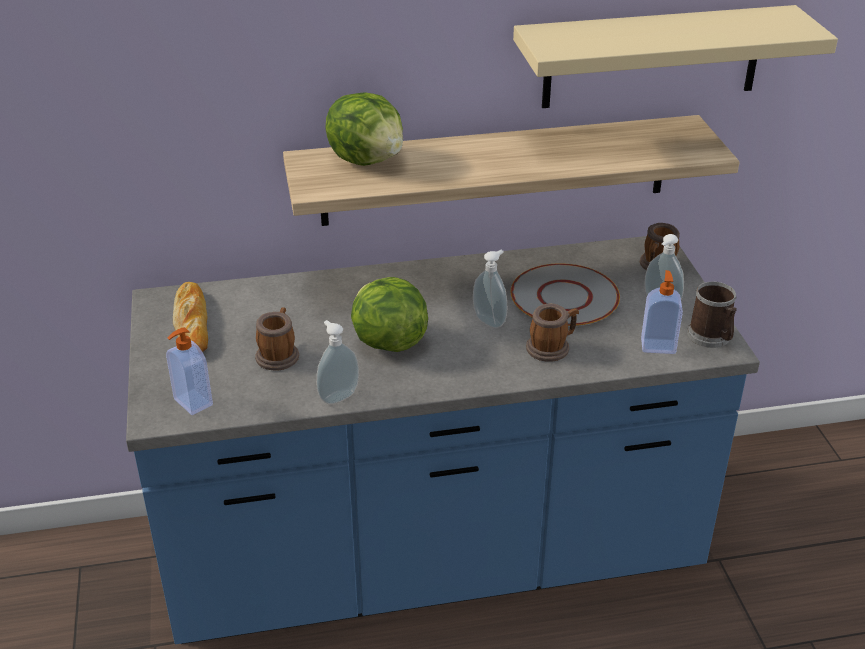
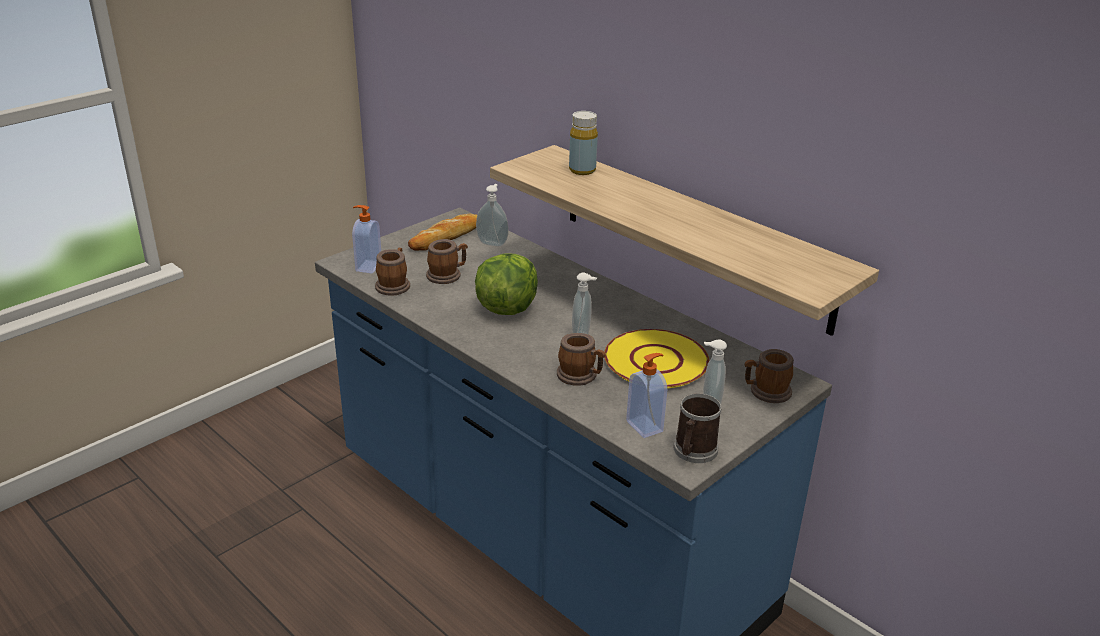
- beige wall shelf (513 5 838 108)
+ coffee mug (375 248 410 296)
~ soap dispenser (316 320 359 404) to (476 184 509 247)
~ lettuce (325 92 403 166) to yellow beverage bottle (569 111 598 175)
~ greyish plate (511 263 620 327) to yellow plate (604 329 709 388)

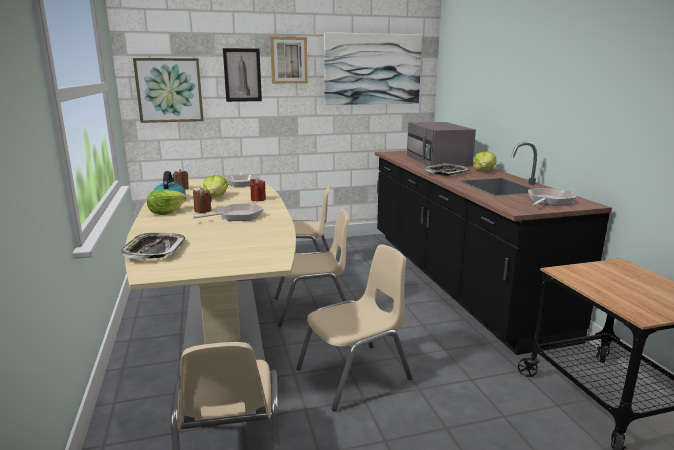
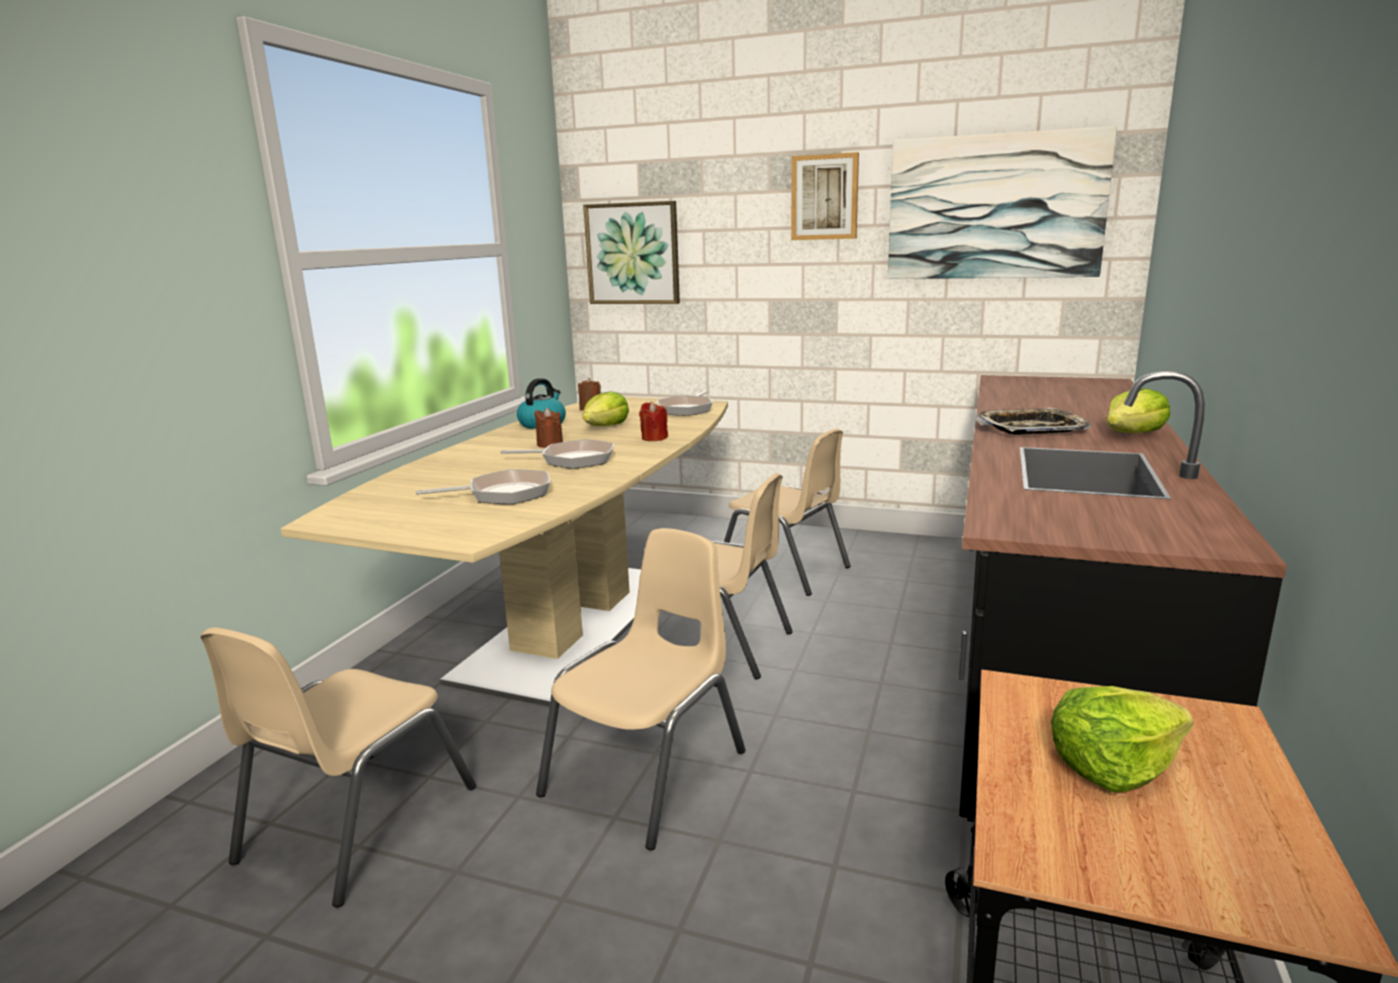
- serving tray (120 233 185 260)
- wall art (223 48 262 102)
- greyish kitchen microwave (407 122 476 166)
~ lettuce (147 190 186 215) to (1051 686 1194 792)
~ skillet (528 188 577 206) to (416 469 550 504)
~ beige chair (296 245 412 412) = (536 528 746 851) 60 degrees counterclockwise

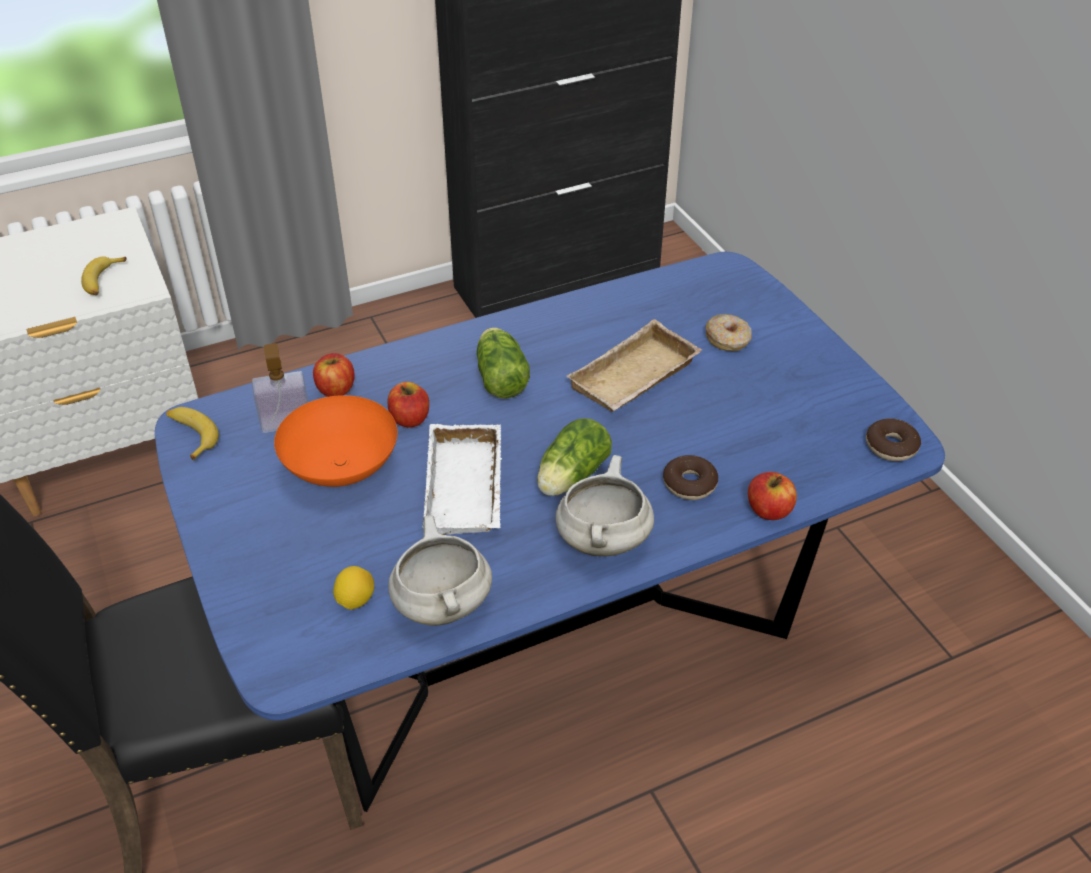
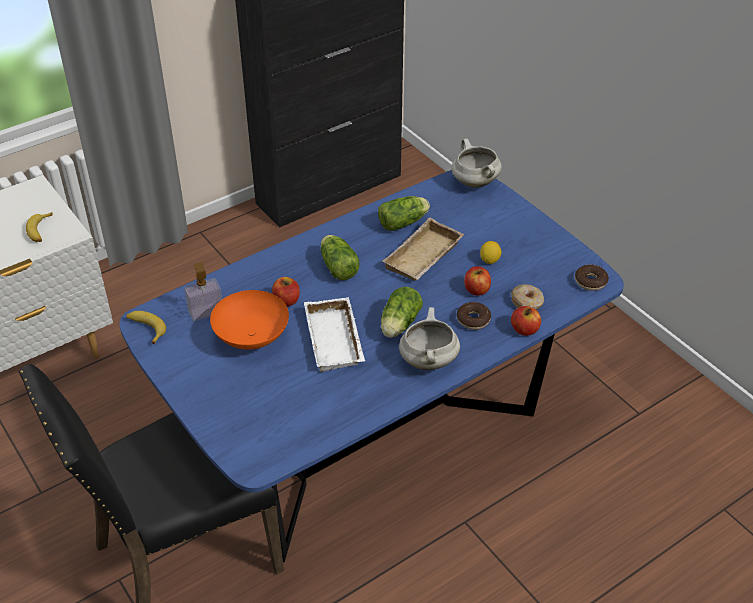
+ lettuce (378 196 430 231)
~ apple (313 353 355 397) to (464 266 491 296)
~ lemon (333 566 374 610) to (480 241 502 264)
~ white-coloured stockpot (388 515 492 626) to (452 138 502 188)
~ doughnut (706 314 752 351) to (511 284 544 310)

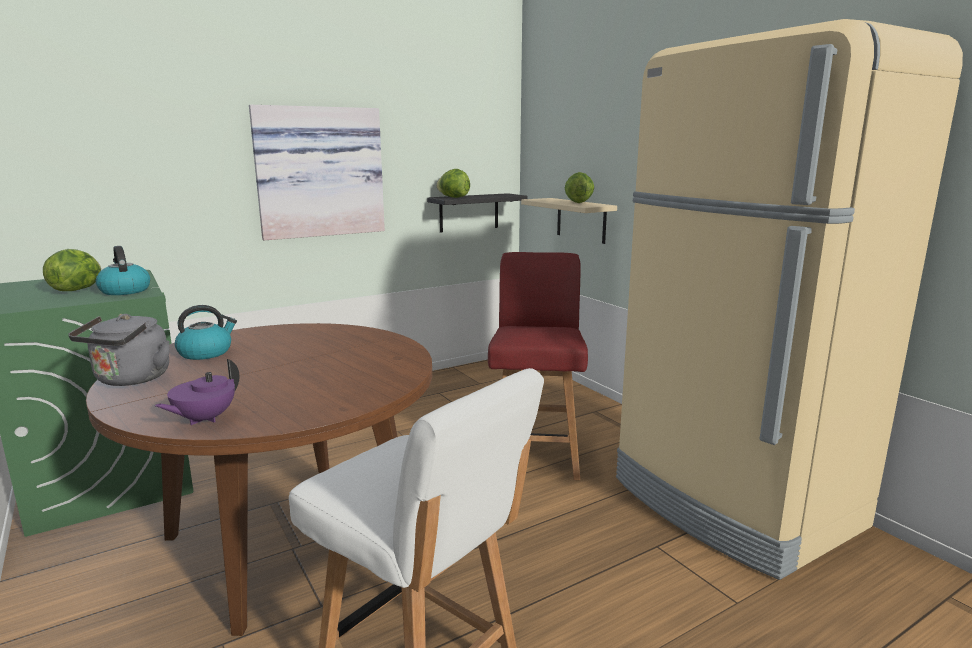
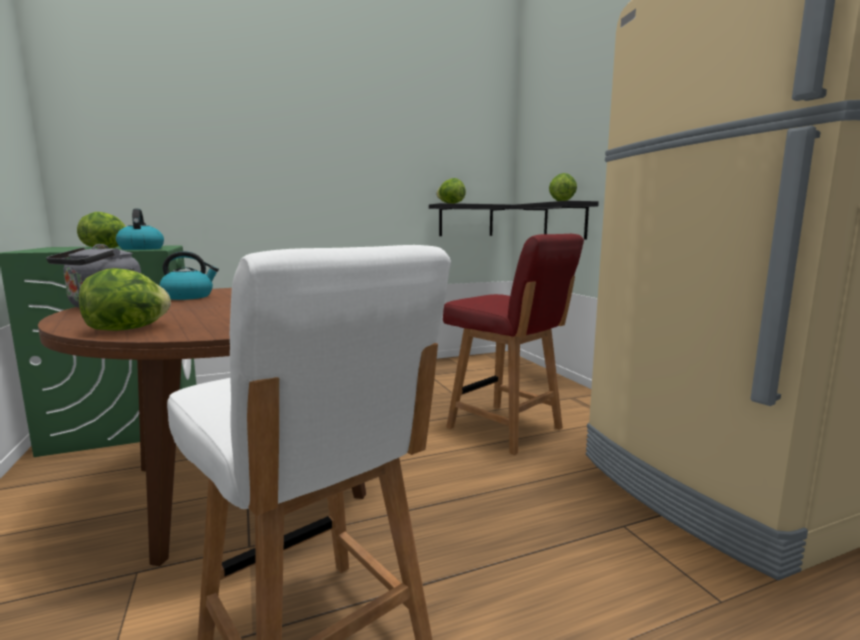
- wall art (249 105 385 240)
~ purple pot for tea (155 359 239 425) to lettuce (79 268 171 331)
~ beige wall shelf (521 198 617 244) to black wall shelf (511 201 599 240)
~ red-coloured chair (488 252 588 480) = (443 234 584 455) 120 degrees clockwise

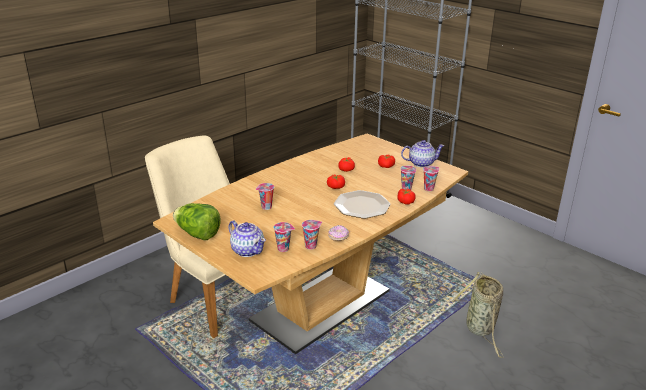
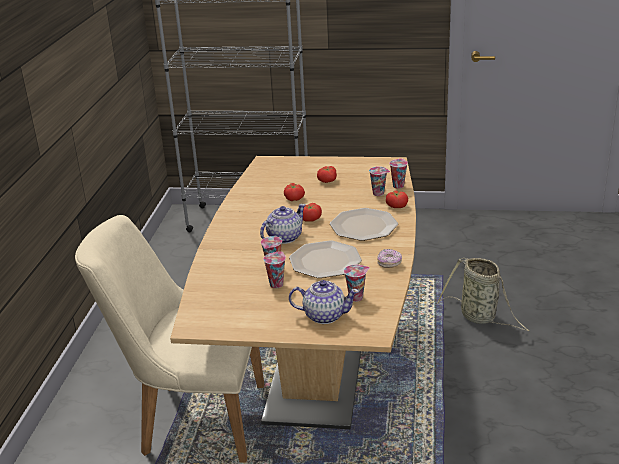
- lettuce (173 203 221 240)
+ plate (289 241 362 278)
~ small cup (302 220 322 250) to (263 251 286 288)
~ pot for tea (401 140 444 167) to (260 204 306 244)

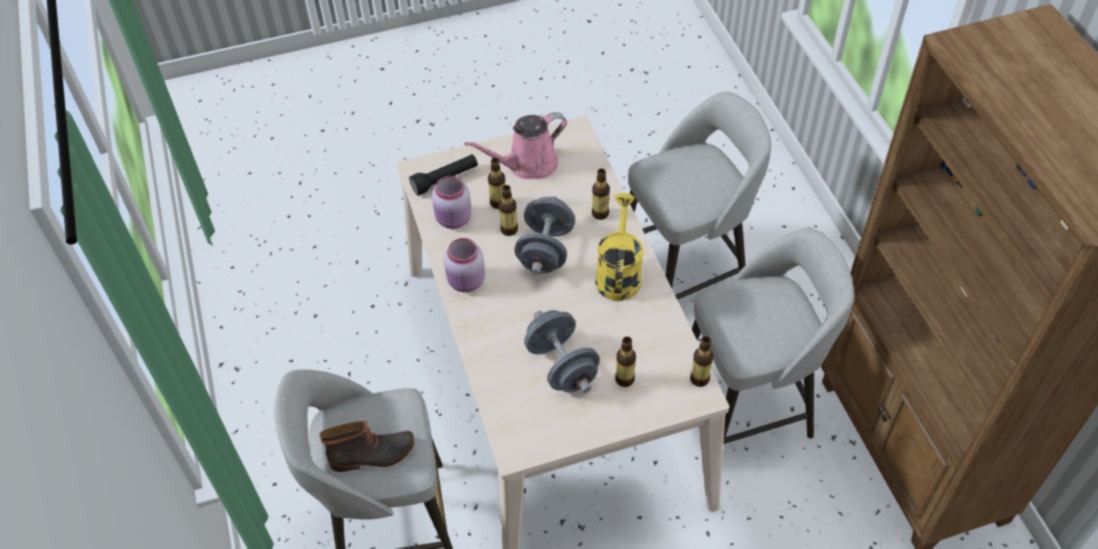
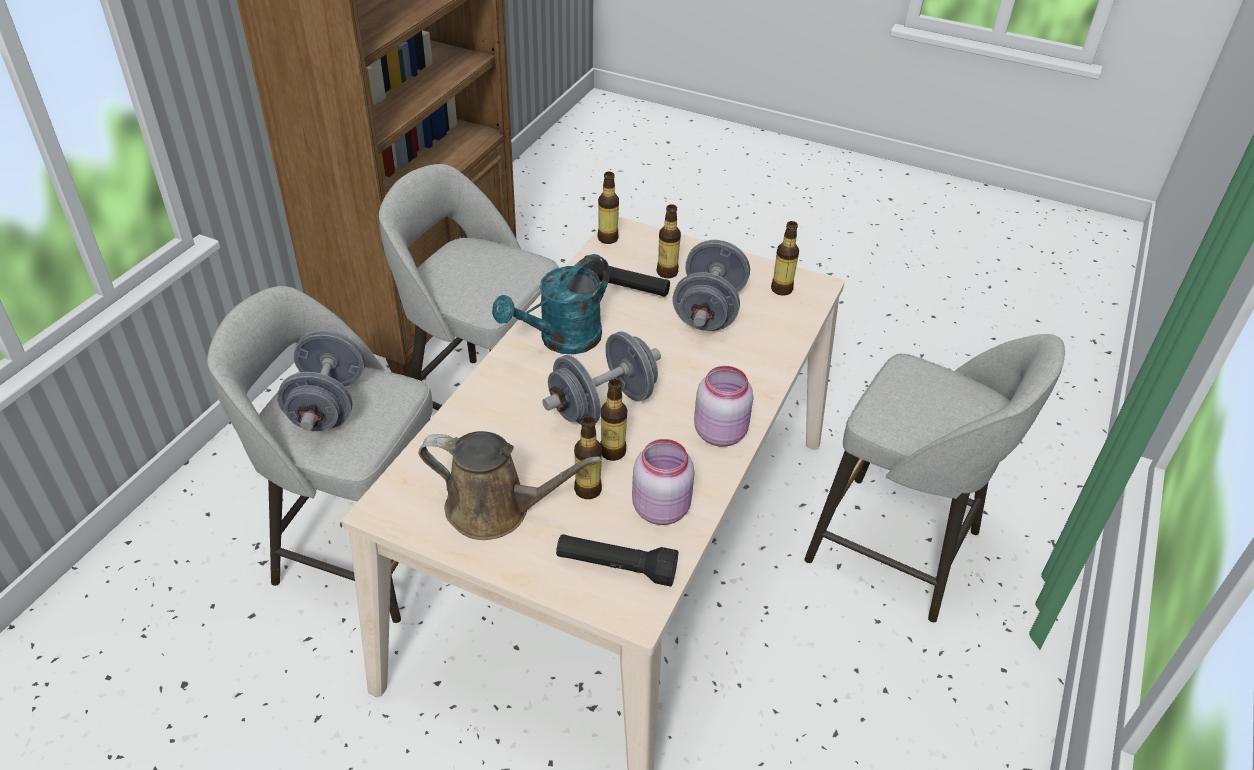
- boot (319 421 414 472)
+ greyish hand weight (277 331 365 431)
+ black torch (583 255 670 297)
~ beverage bottle (592 168 610 220) to (771 221 799 296)
~ pink sprinkling can (464 112 567 179) to brown sprinkling can (419 431 602 540)
~ yellow sprinkling can (595 193 644 301) to turquoise-coloured sprinkling can (492 254 610 355)

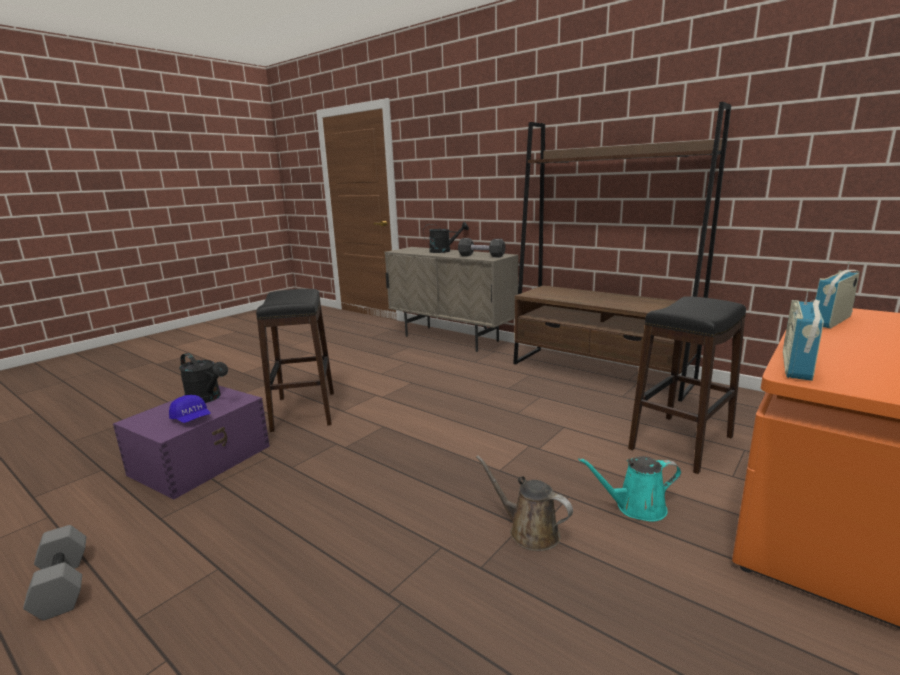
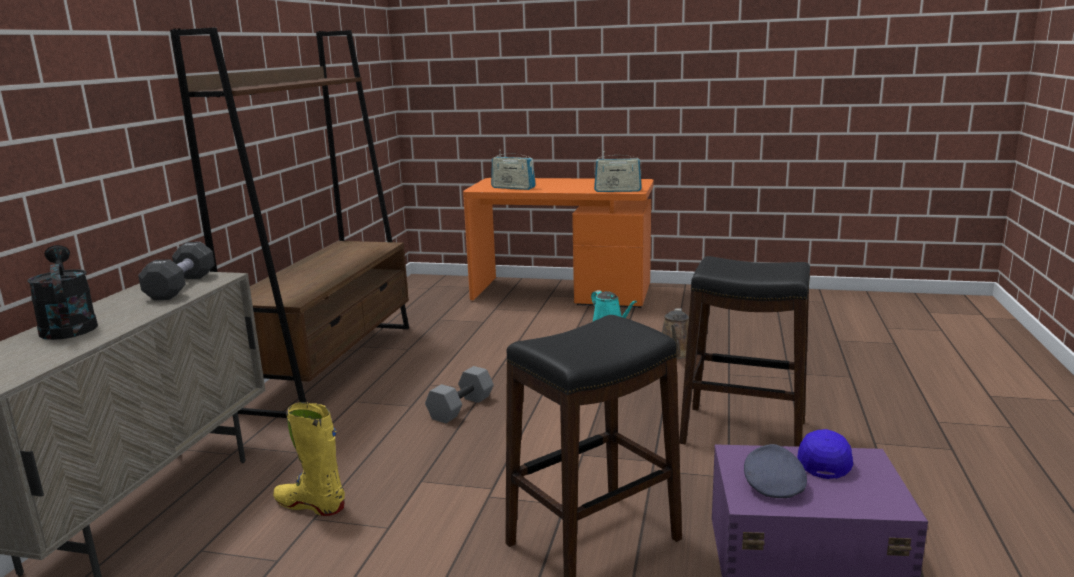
+ yellow boot (273 402 345 516)
~ greyish hand weight (23 525 86 621) to (425 366 494 423)
~ black sitting stool (628 296 746 474) to (679 256 810 447)
~ black sprinkling can (179 353 228 403) to greyish cap (744 444 807 498)

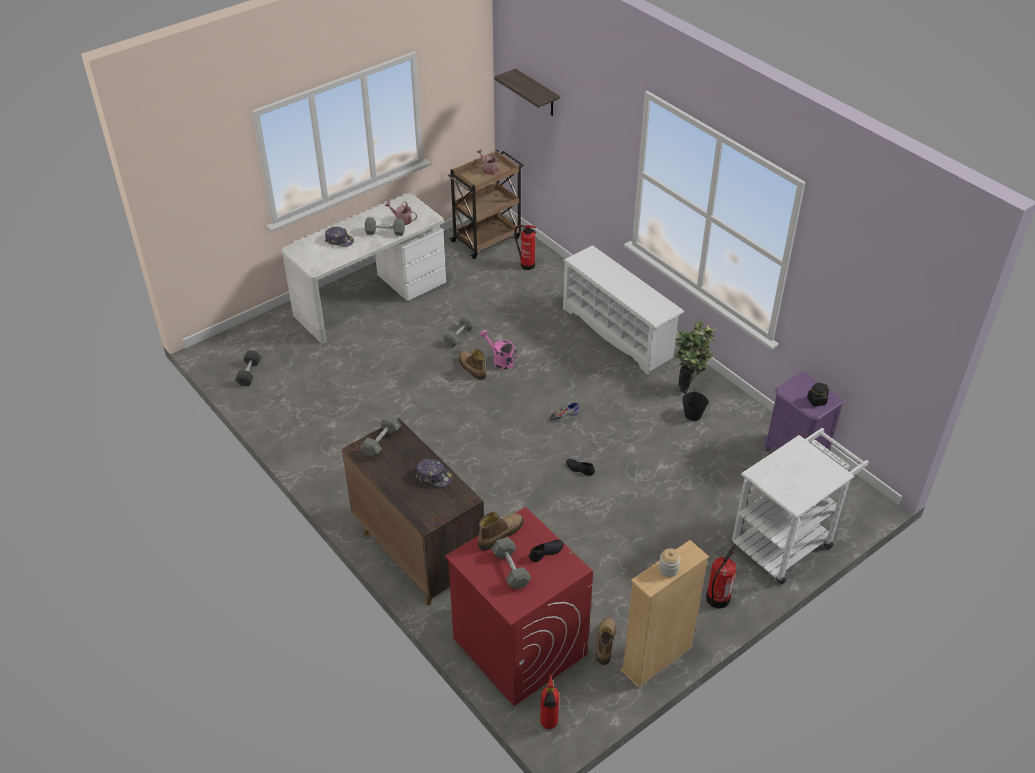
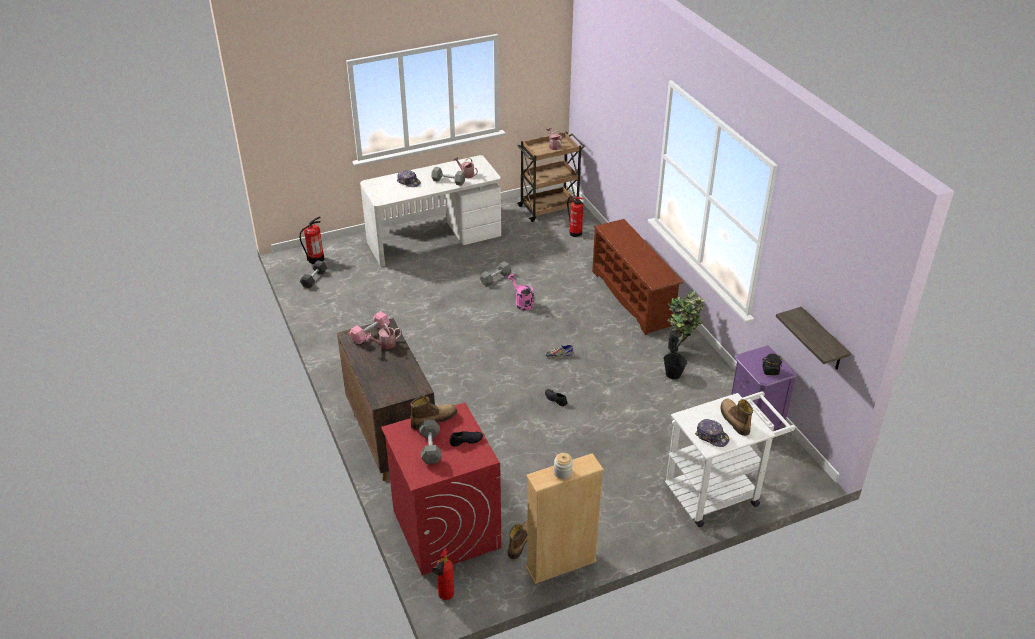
+ sprinkling can (365 323 402 349)
~ cap (415 459 453 487) to (695 419 729 447)
~ boot (459 349 486 380) to (720 399 753 436)
~ wall shelf (494 69 560 116) to (776 307 851 370)
~ fire extinguisher (706 546 736 609) to (300 216 324 264)
~ greyish hand weight (360 414 401 458) to pink hand weight (350 311 390 344)
~ white-coloured shoe shelf (563 245 684 375) to brown shoe shelf (592 219 683 335)

